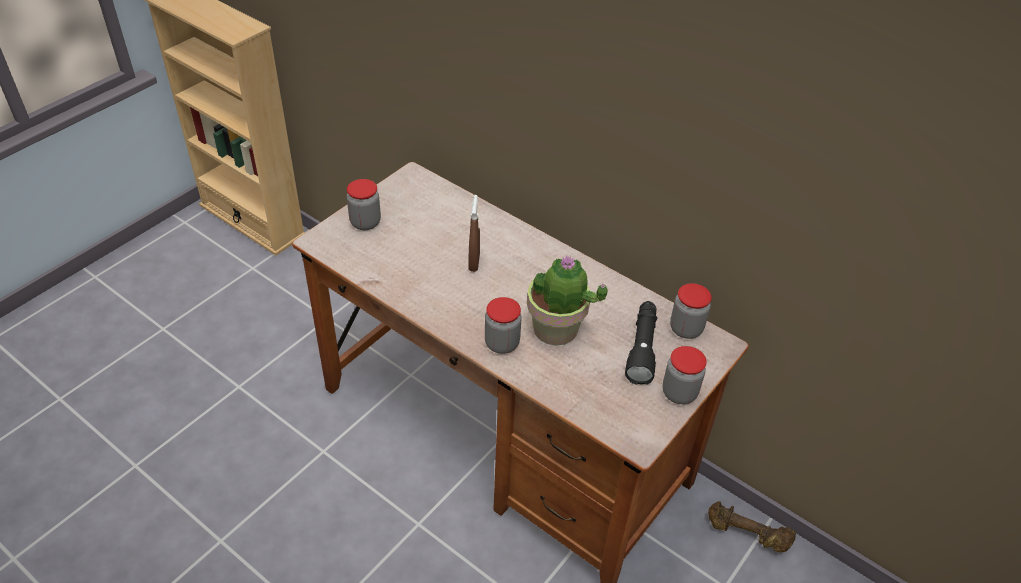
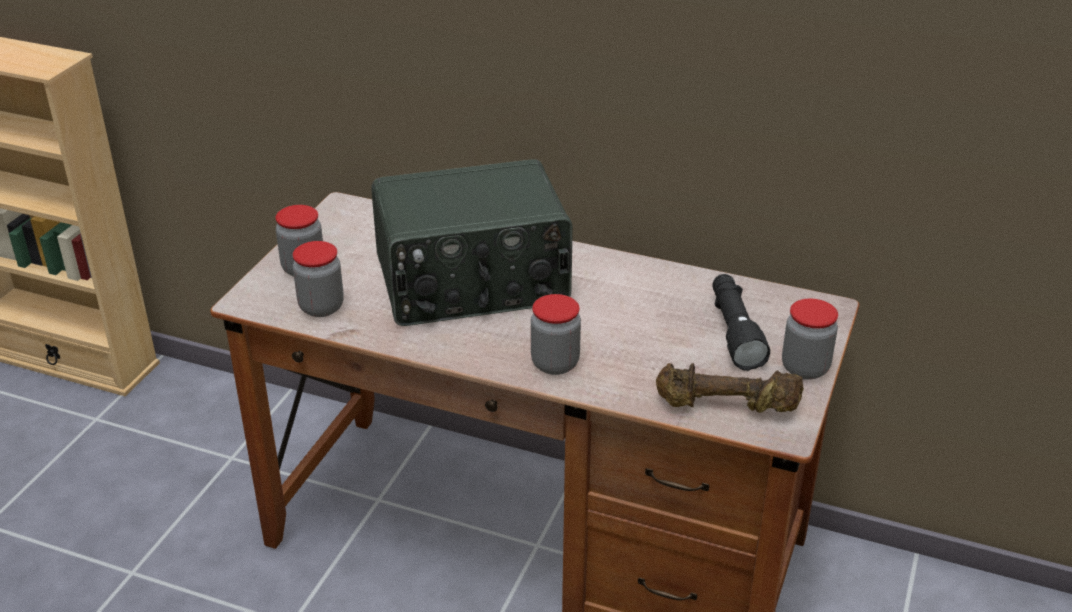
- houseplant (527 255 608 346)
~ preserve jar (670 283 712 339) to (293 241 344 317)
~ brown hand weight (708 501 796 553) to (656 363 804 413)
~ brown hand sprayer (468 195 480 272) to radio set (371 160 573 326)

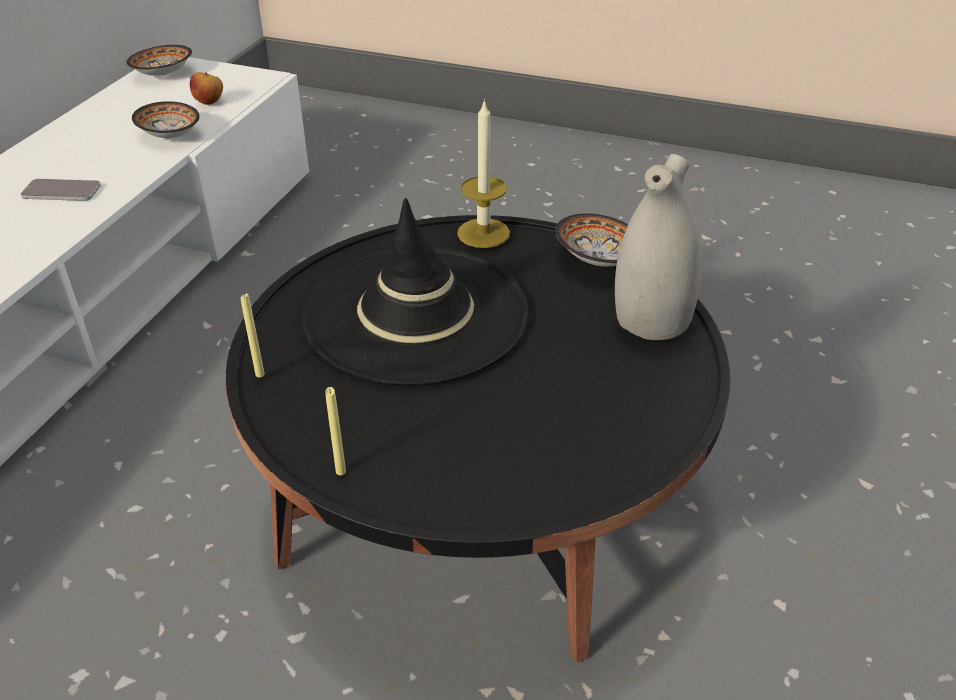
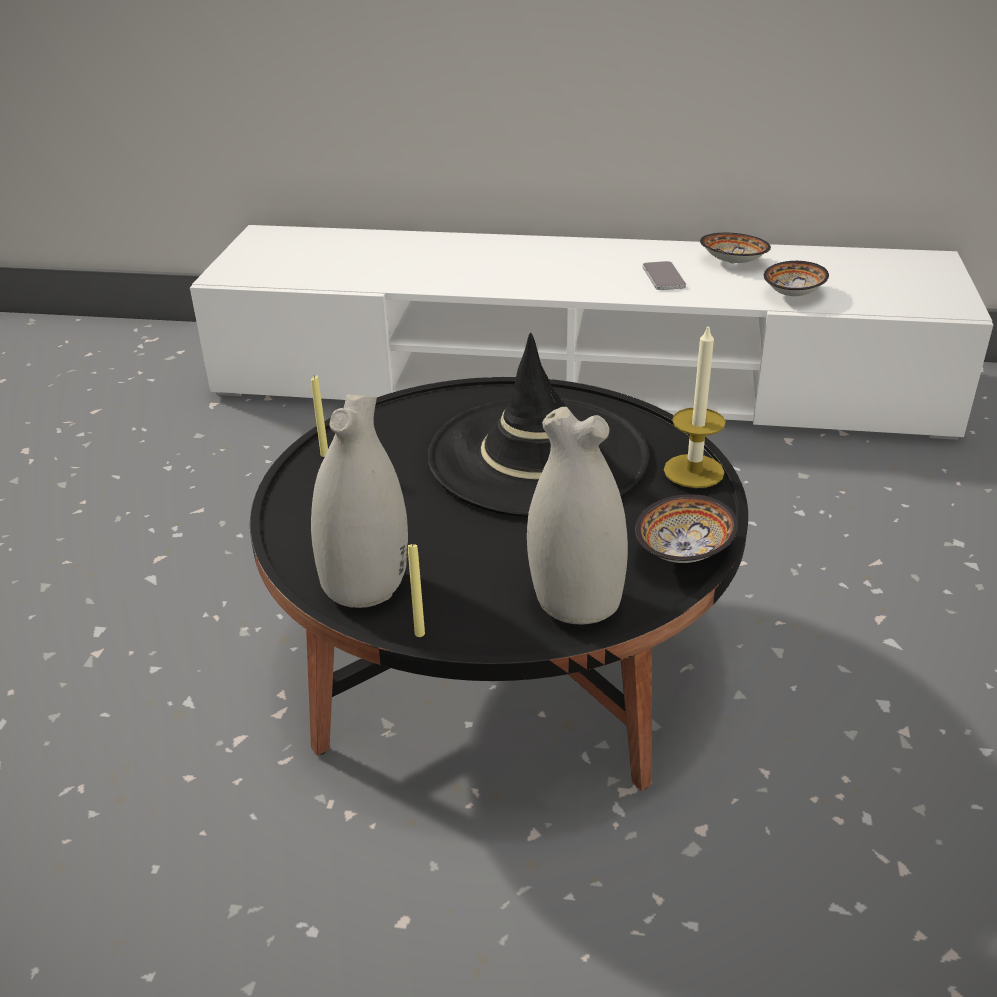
- apple (190 72 223 105)
+ white-coloured decorative vase (311 394 408 608)
~ deep dish (126 45 192 76) to (700 233 771 264)
~ yellow candle (240 294 265 378) to (408 542 425 637)

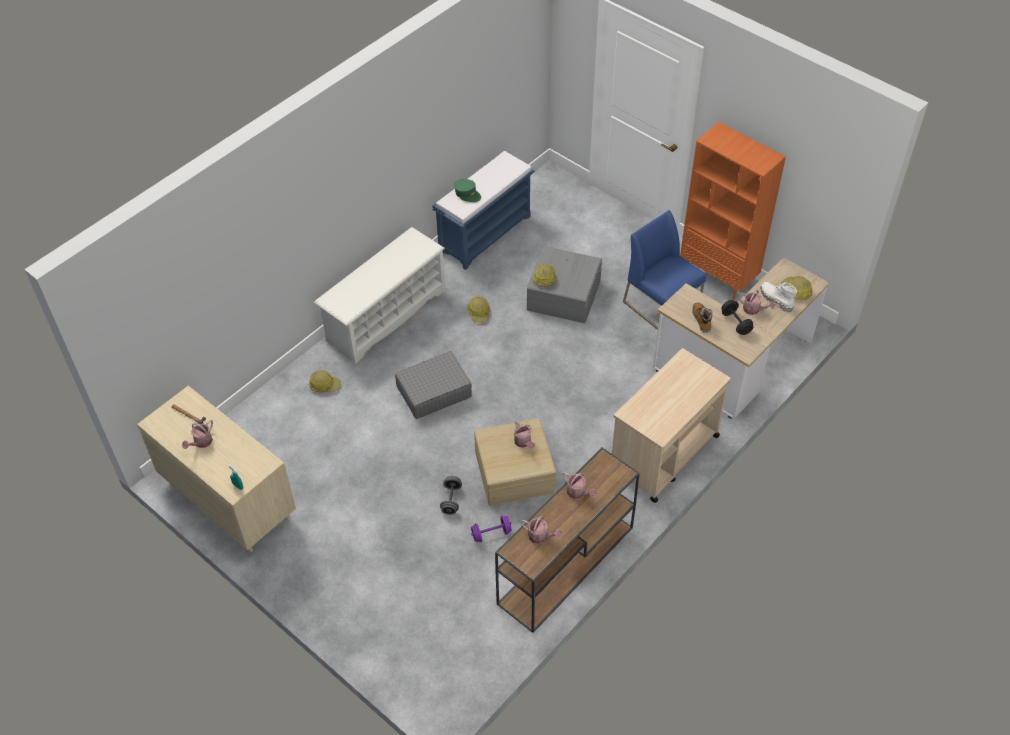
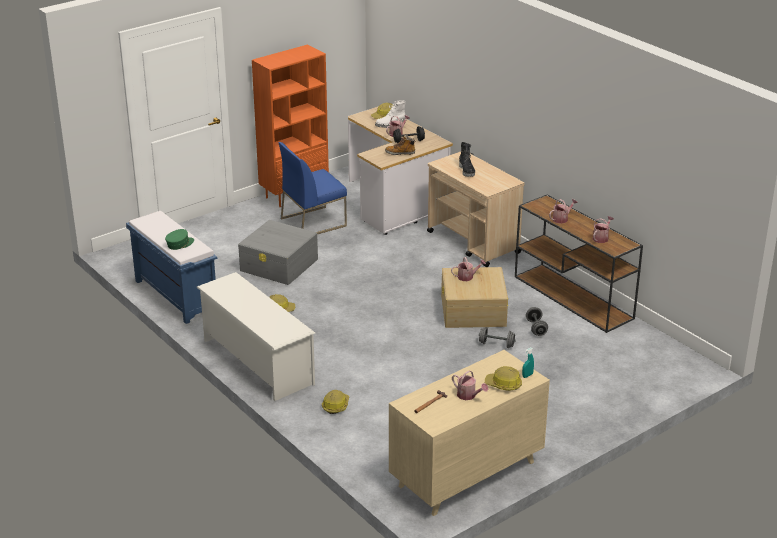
- greyish suitcase (395 351 472 419)
+ black boot (459 142 475 177)
~ work helmet (533 264 557 287) to (485 366 522 391)
~ purple hand weight (471 516 512 542) to greyish hand weight (526 307 548 336)

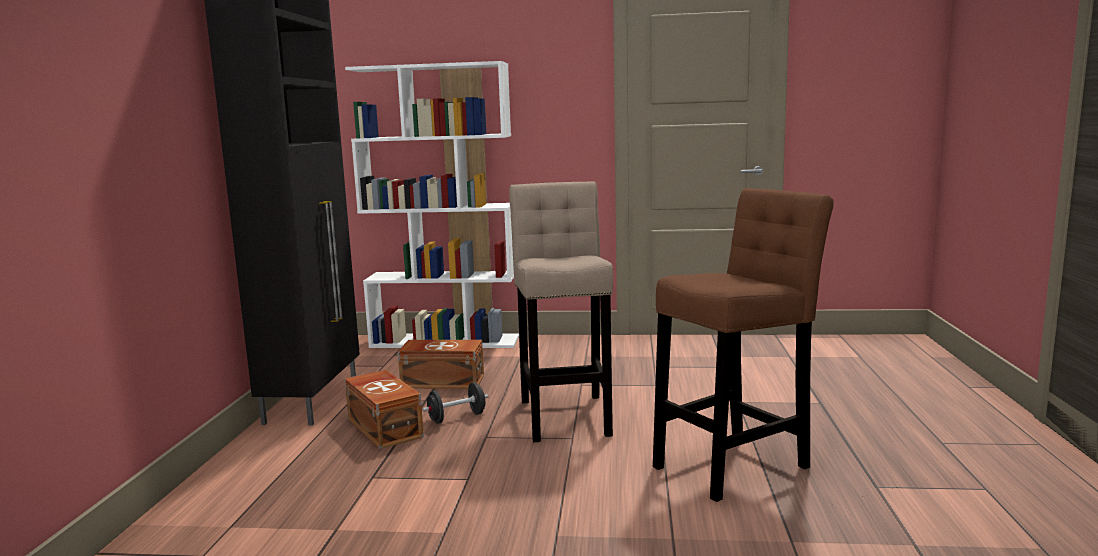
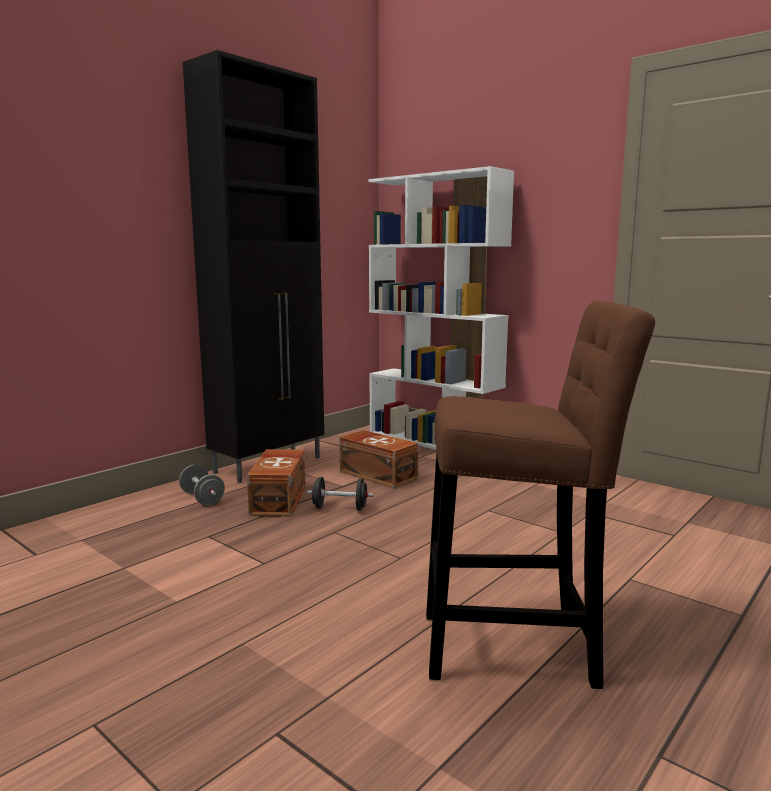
- beige sitting stool (509 181 613 442)
+ greyish hand weight (179 464 225 505)

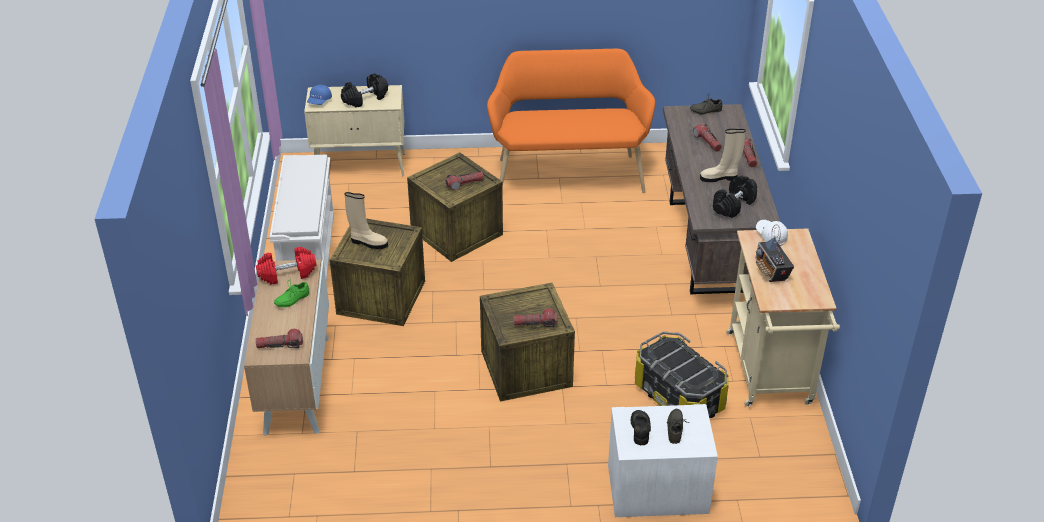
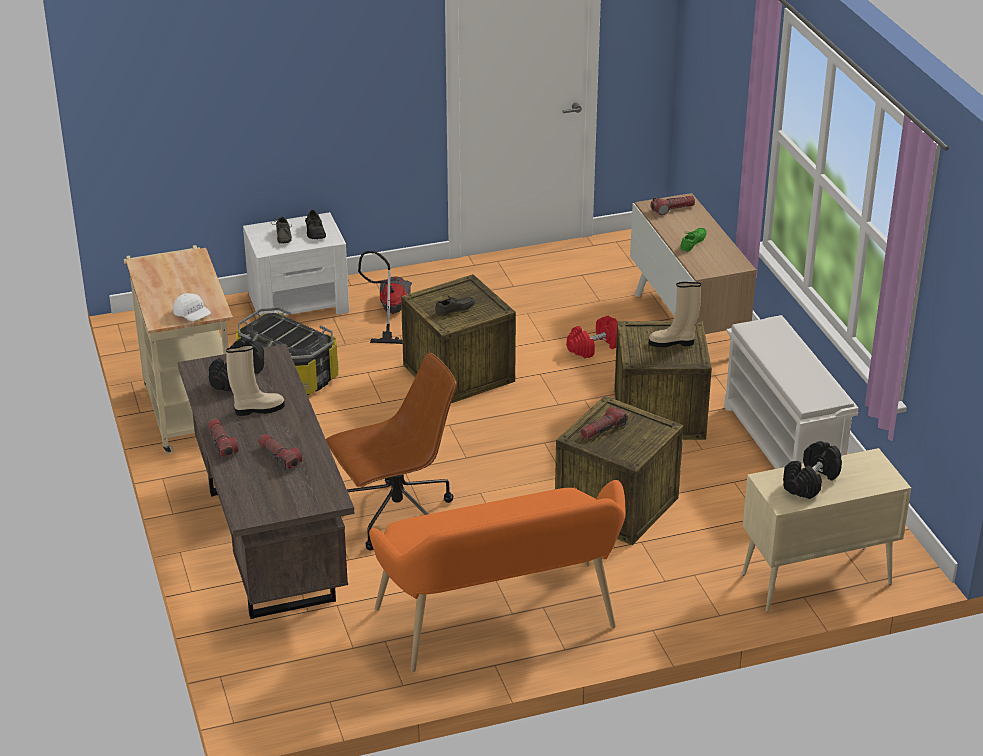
- blue cap (307 85 332 105)
- torch (514 308 557 327)
- radio set (755 224 794 282)
+ brown office chair (326 352 457 551)
+ hoover (358 251 412 344)
~ red-coloured hand weight (256 247 316 285) to (566 316 617 358)
~ greyish item of footwear (690 94 722 115) to (435 296 475 316)

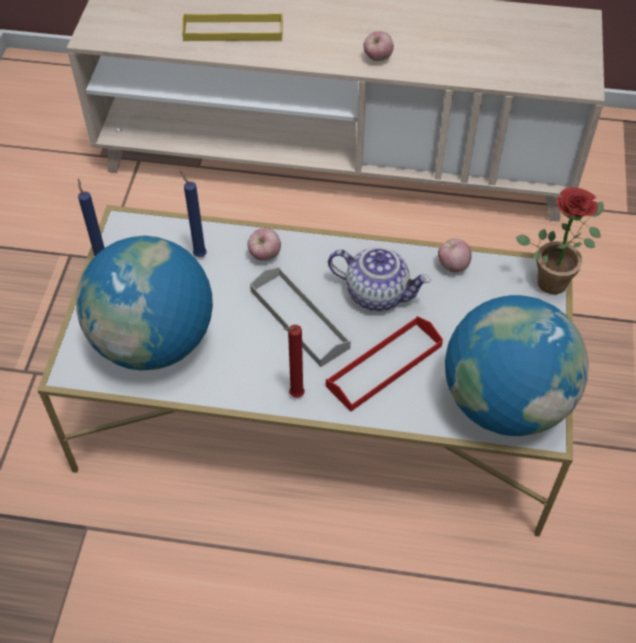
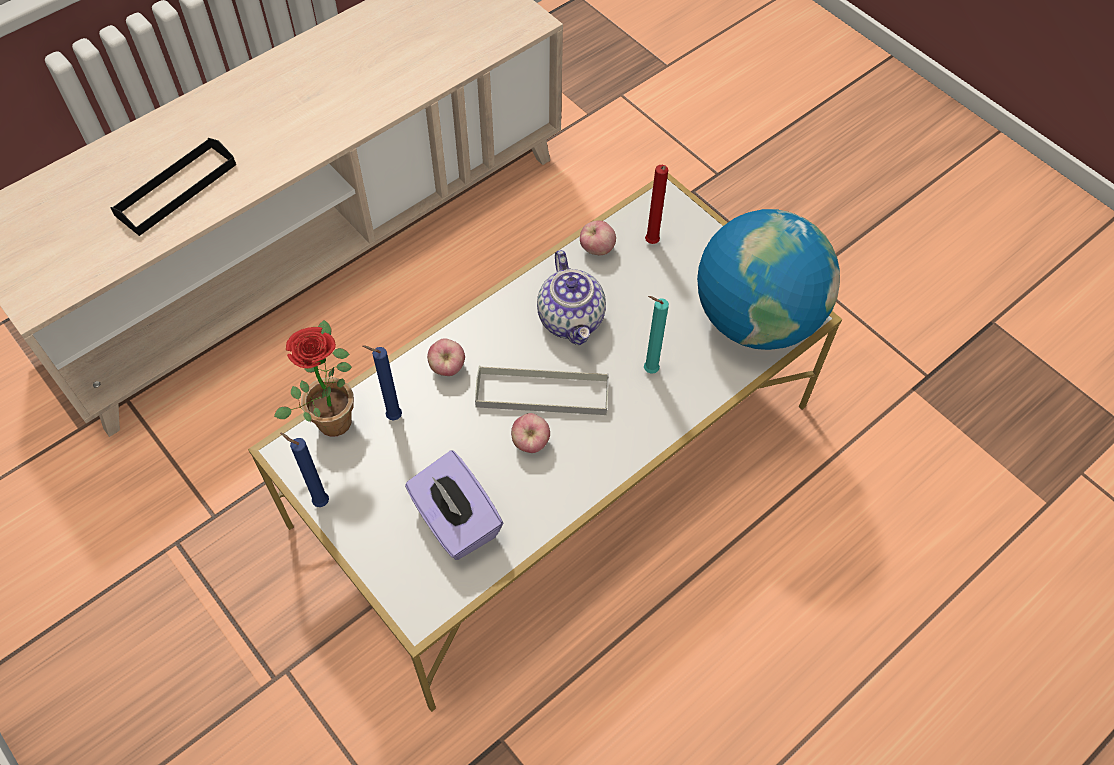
~ red-coloured candle (283 325 305 398) to (645 165 668 244)
~ apple (363 31 394 61) to (511 413 550 453)
~ houseplant (516 187 604 294) to (274 320 354 437)
~ globe (76 236 213 371) to purple box of tissues (405 450 503 560)
~ red-coloured serving tray (326 316 443 412) to turquoise-coloured candle (644 296 669 374)
~ yellow serving tray (182 13 283 41) to black serving tray (110 138 236 236)
~ pot for tea (328 247 431 311) = (537 250 606 346) 105 degrees clockwise

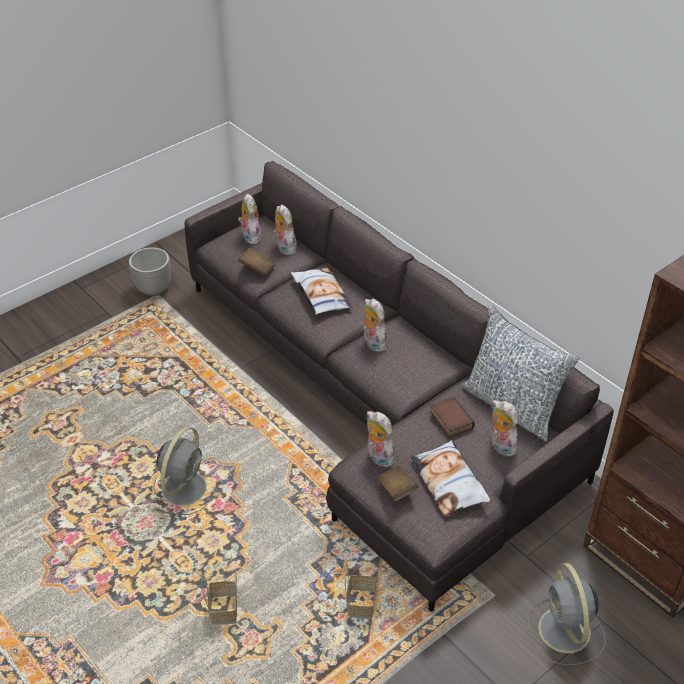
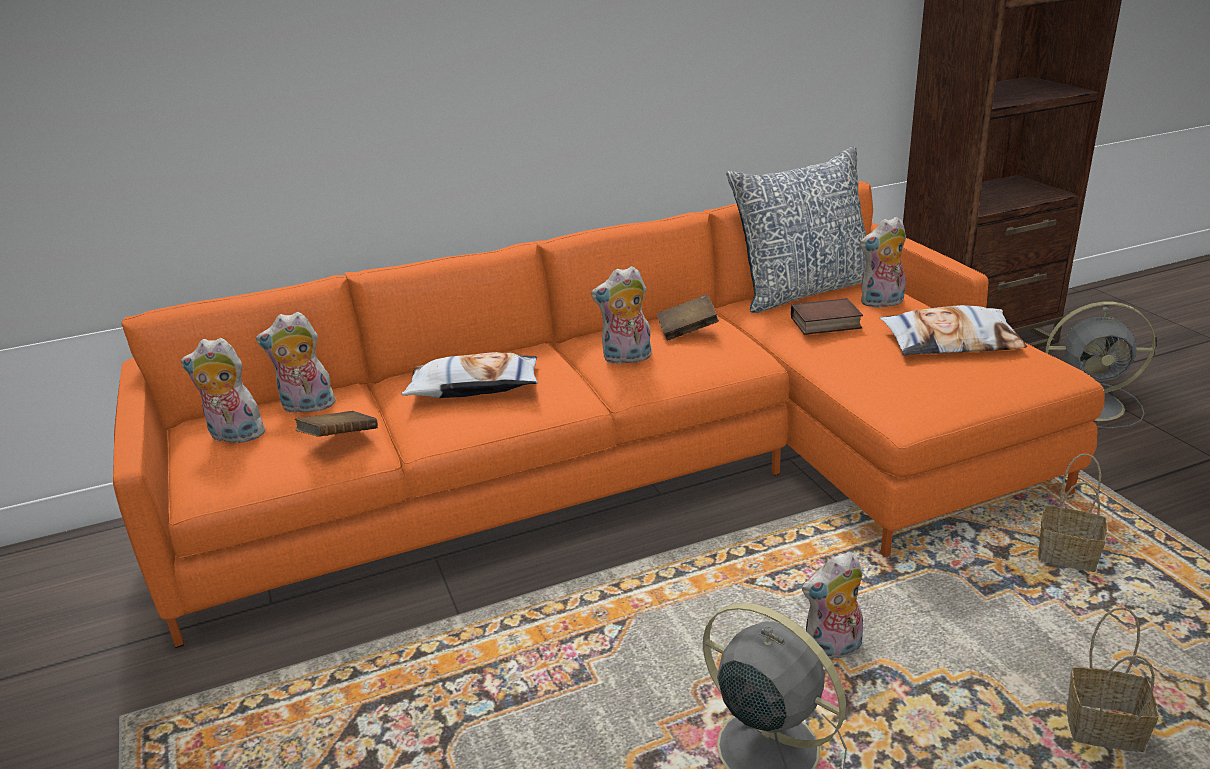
- plant pot (129 247 171 296)
~ soft toy (367 411 395 467) to (802 552 863 660)
~ brown volume (376 466 418 501) to (657 294 719 340)
~ greyish couch (185 161 614 612) to orange-coloured couch (113 181 1105 648)

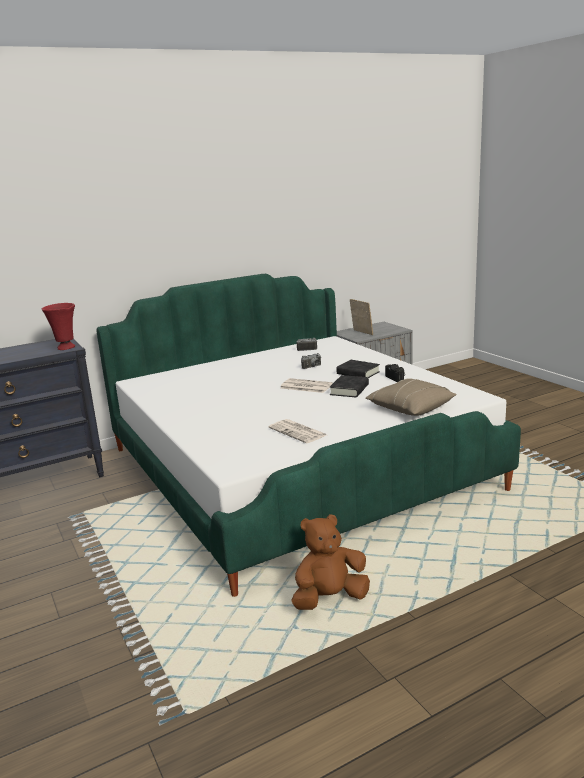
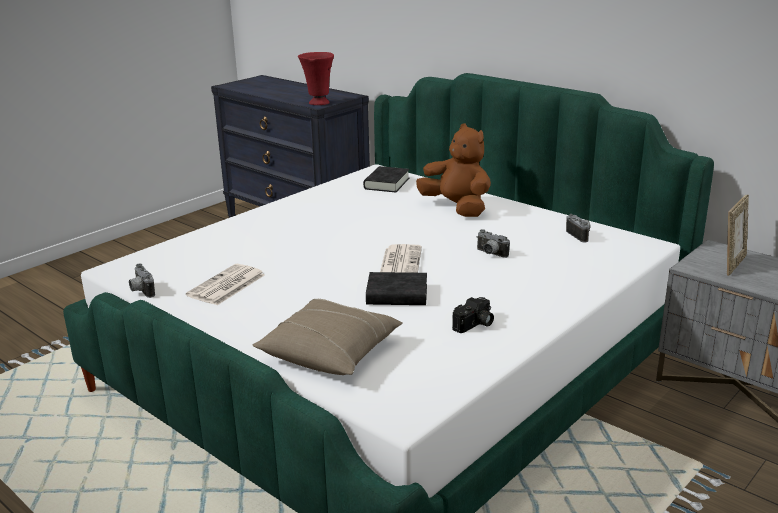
+ still camera (129 264 155 298)
~ brown soft toy (291 514 370 610) to (416 123 491 217)
~ black volume (336 360 380 378) to (363 166 409 192)

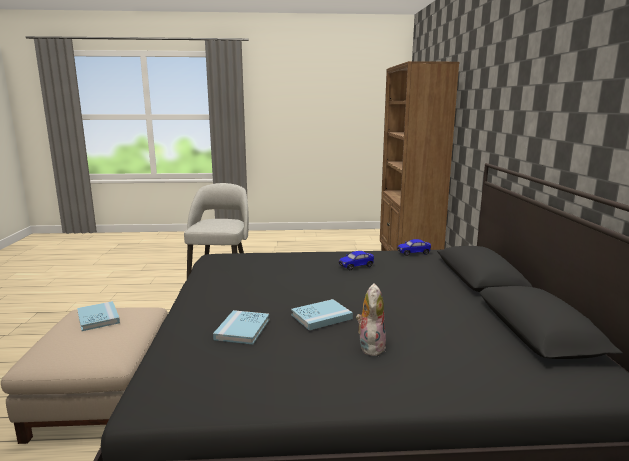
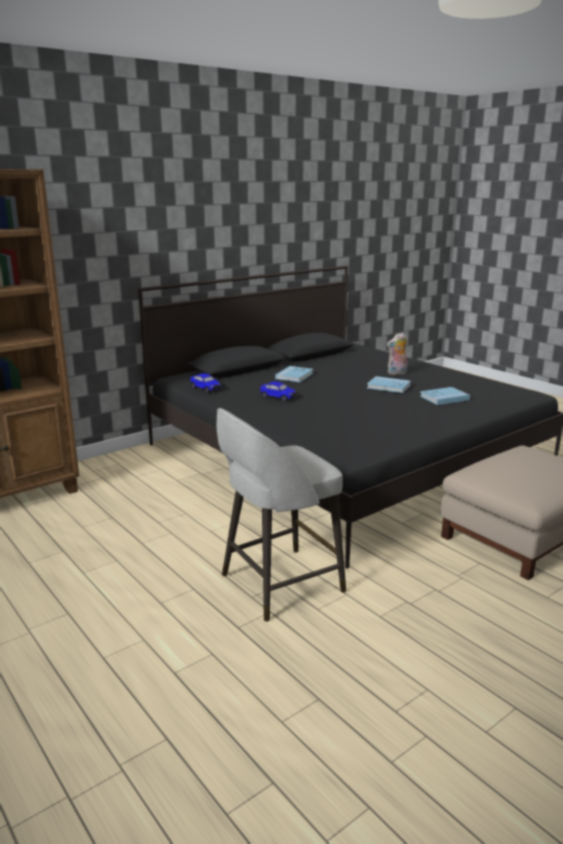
~ blue volume (77 301 120 331) to (275 366 313 382)

